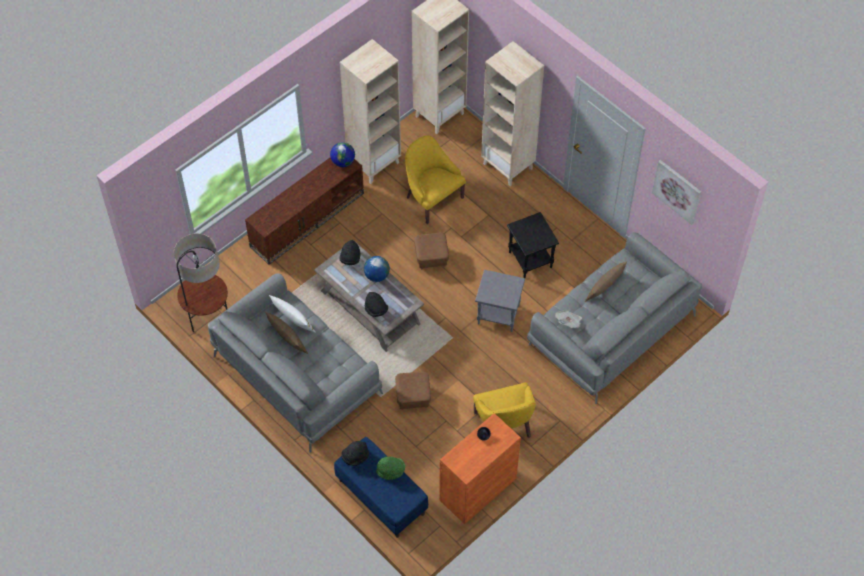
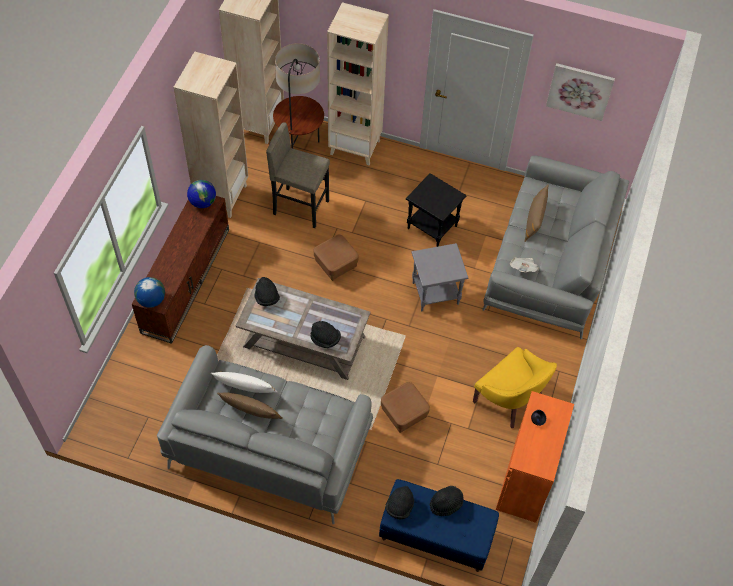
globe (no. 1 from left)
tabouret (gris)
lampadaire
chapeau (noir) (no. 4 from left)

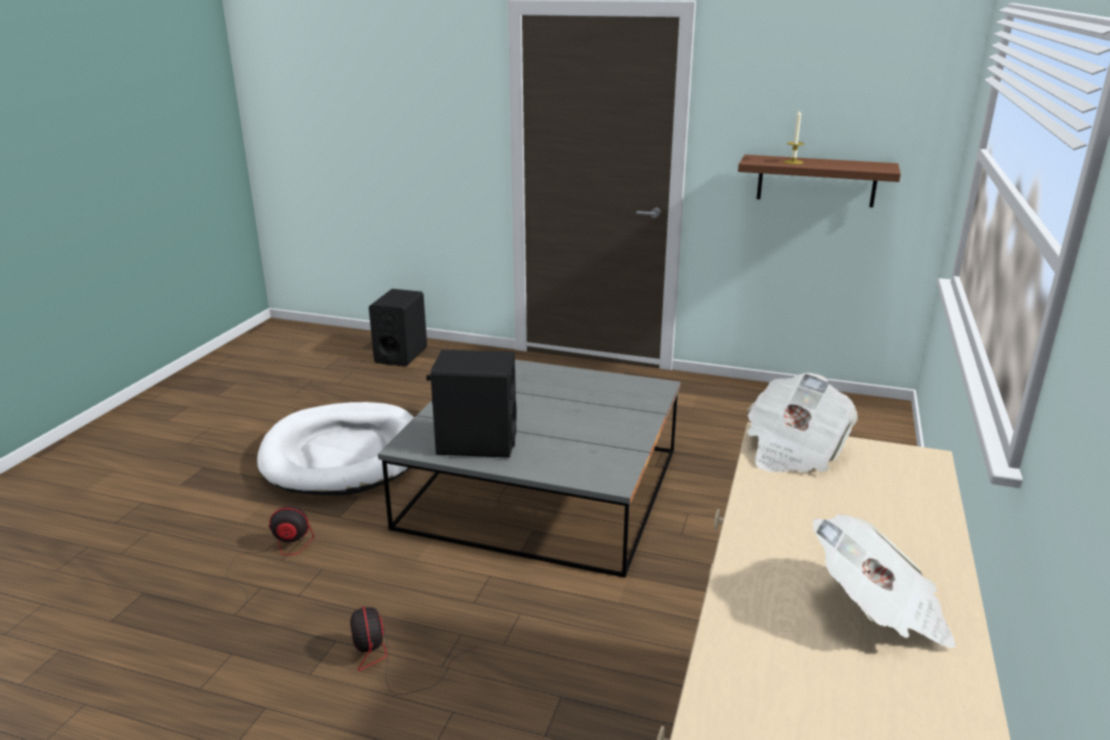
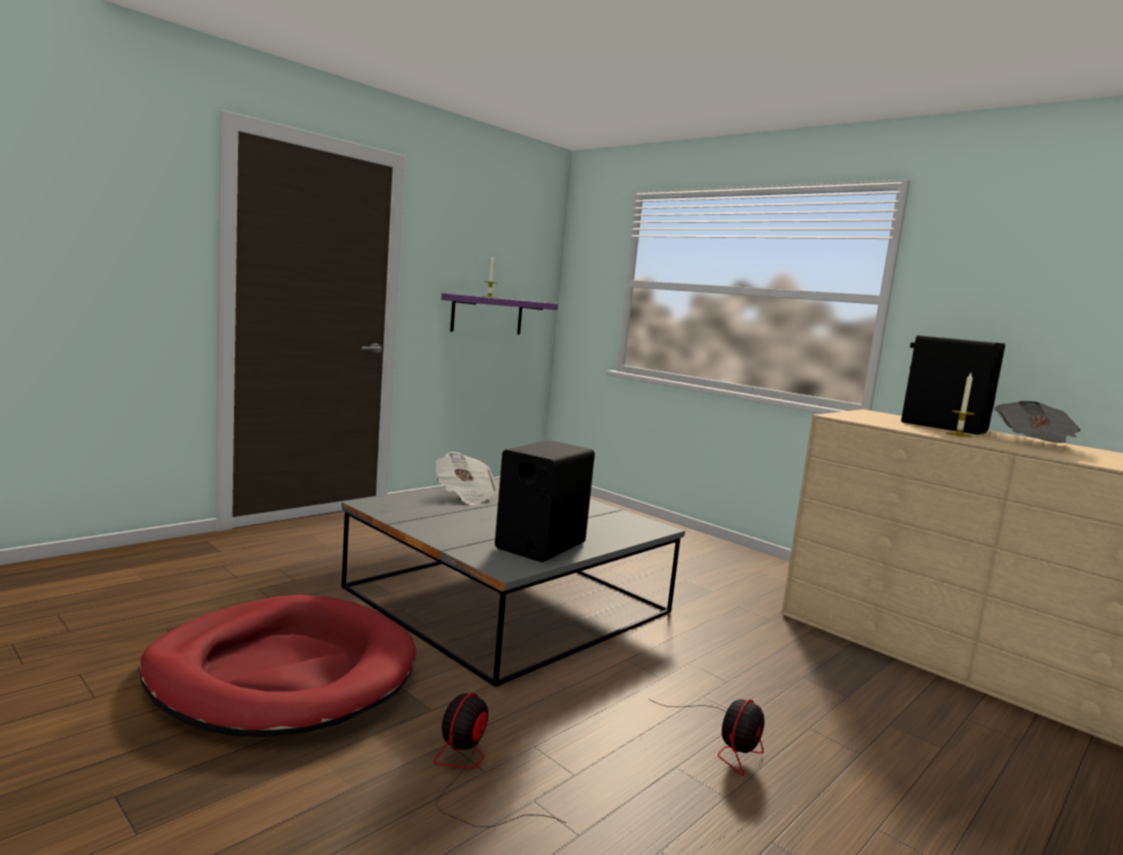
panier pour chien (rouge)
journal (no. 1 from left)
étagère (violet)
ventilateur (no. 2 from left)
enceinte (noir) (no. 2 from left)
bougie (no. 2 from left)

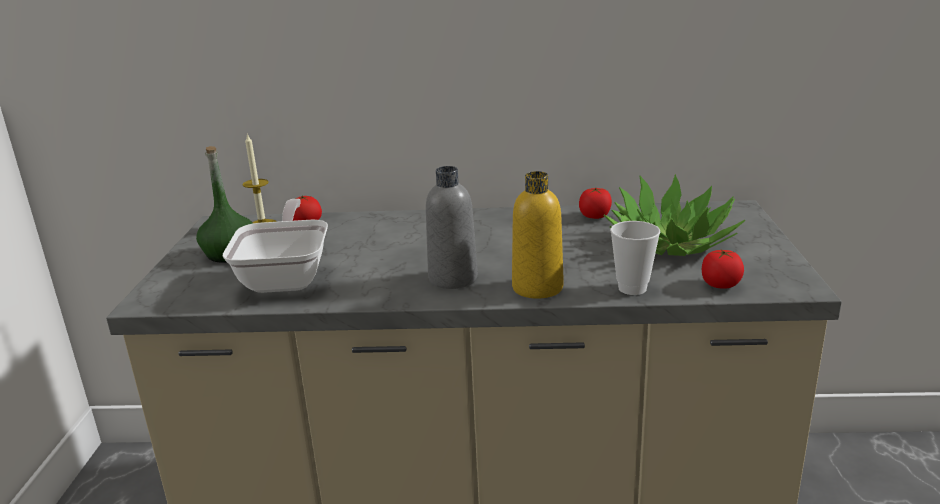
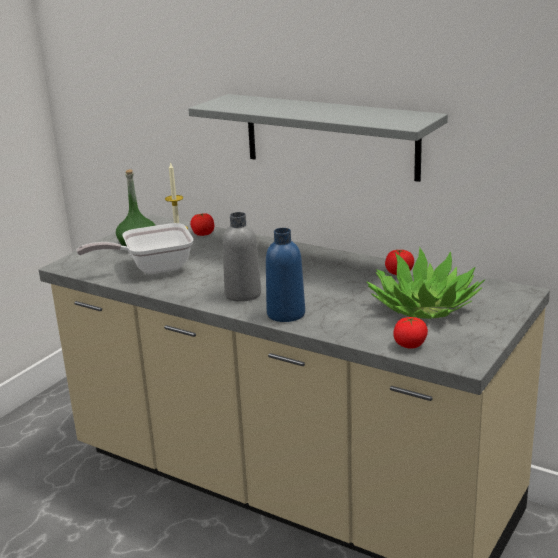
poêle
étagère (gris)
bouteille (bleu)
tasse

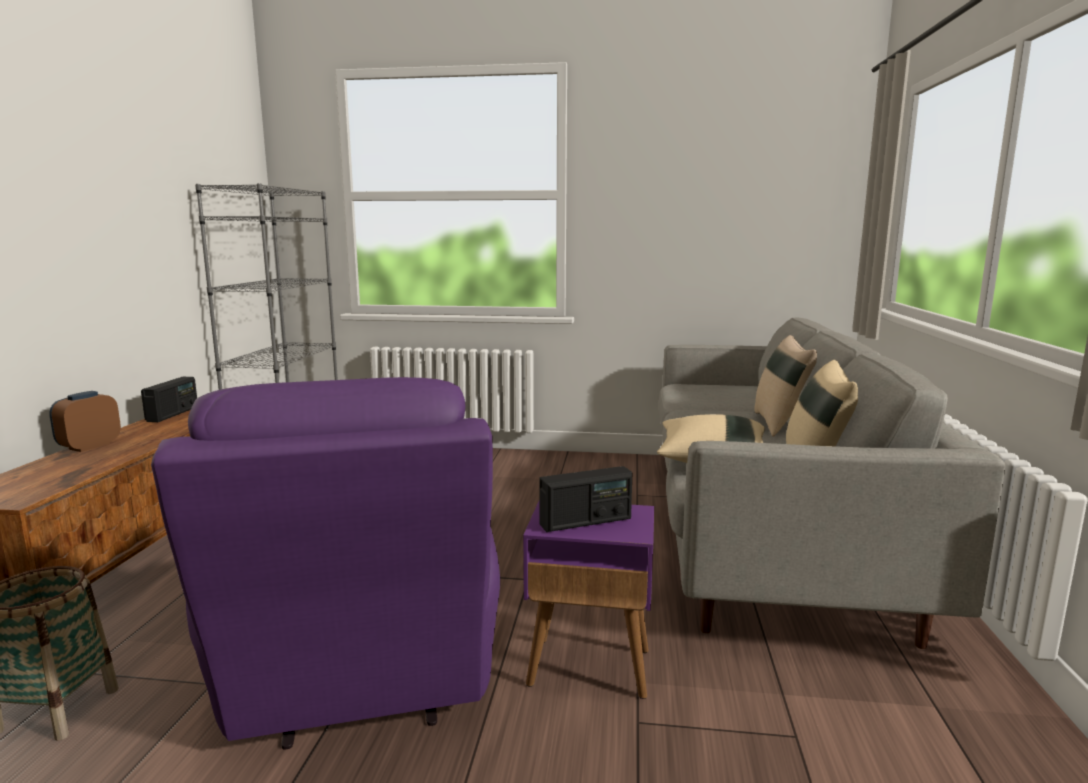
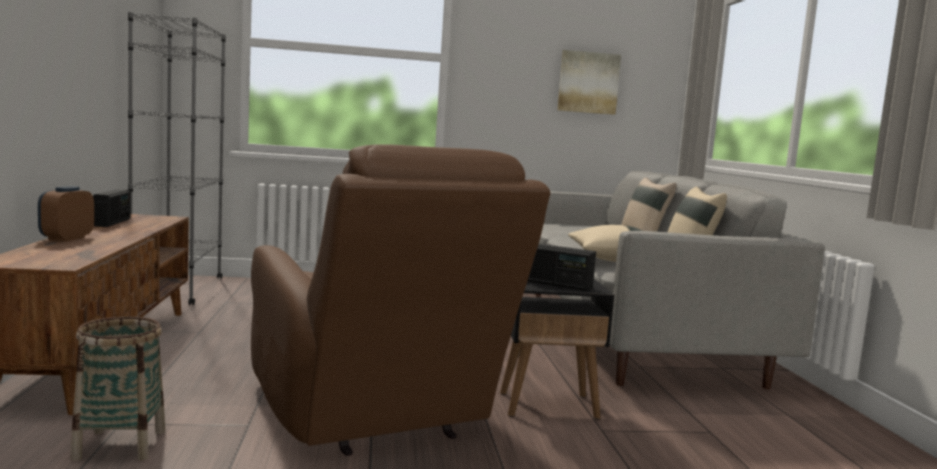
fauteuil (marron)
table d'appoint (noir)
radio (no. 2 from left)
tableau

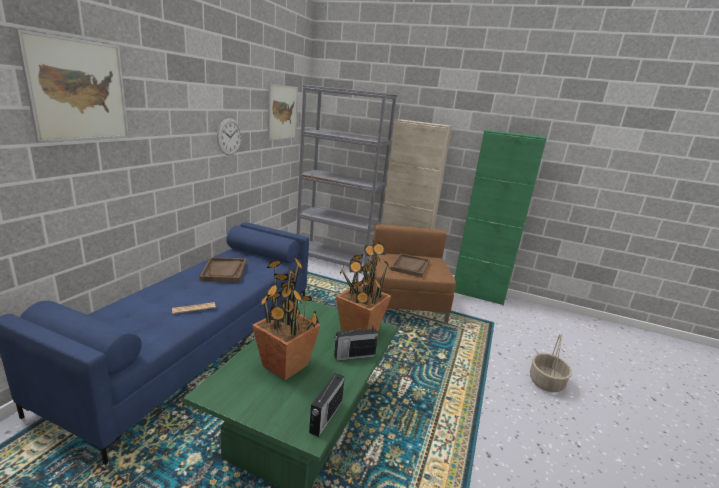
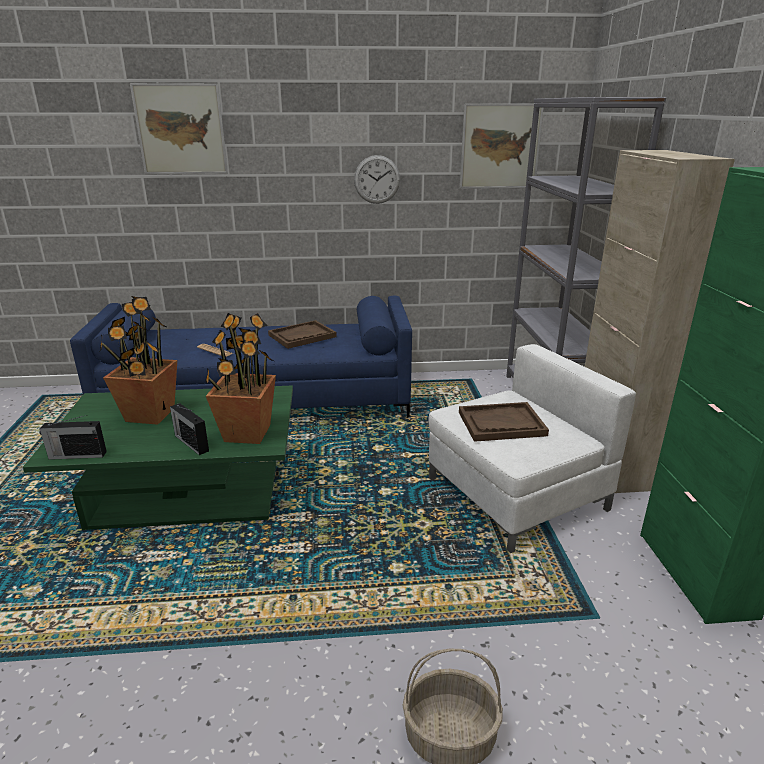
fauteuil (blanc)

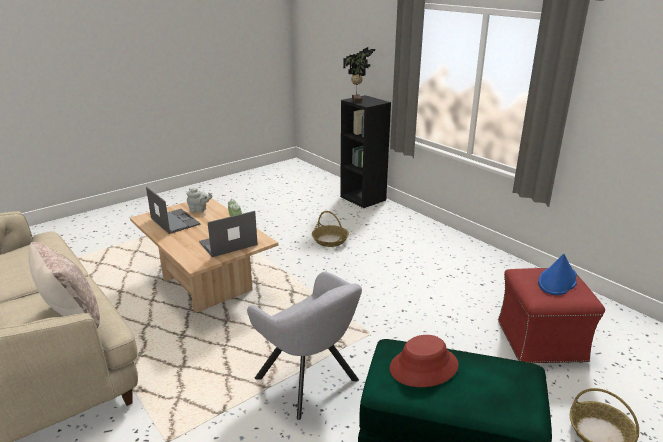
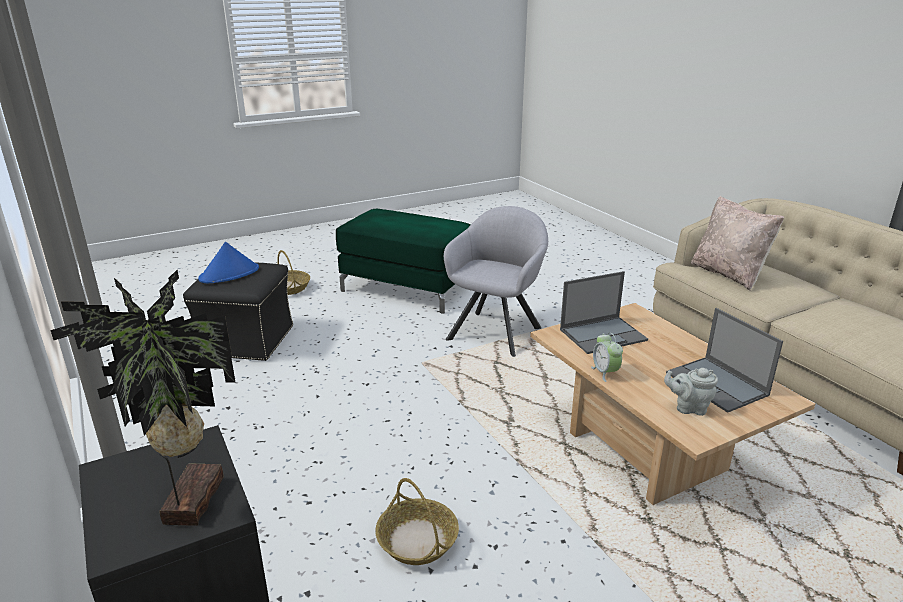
pouf (noir)
fauteuil (gris)
chapeau (rouge)

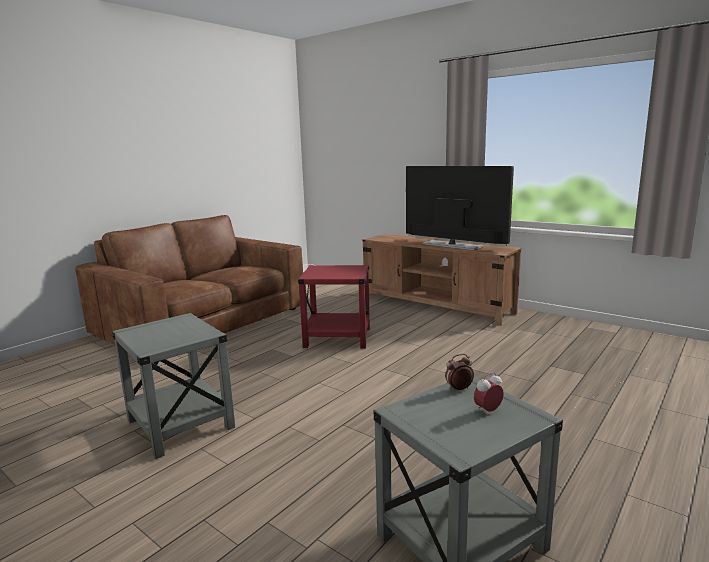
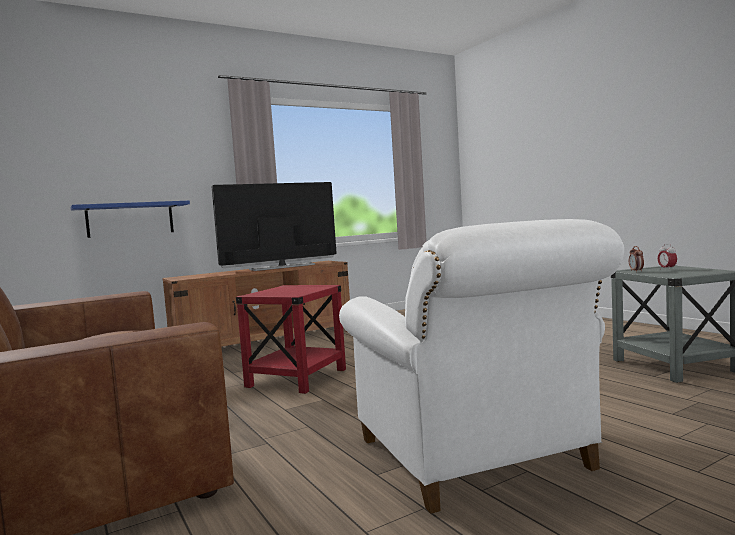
étagère (bleu)
fauteuil (blanc)

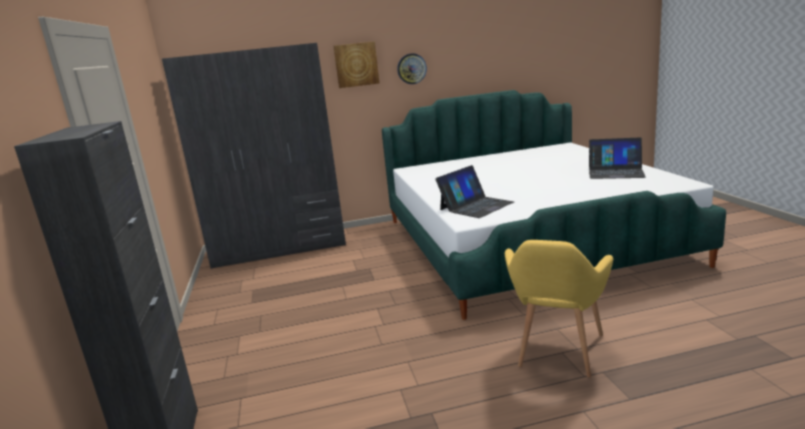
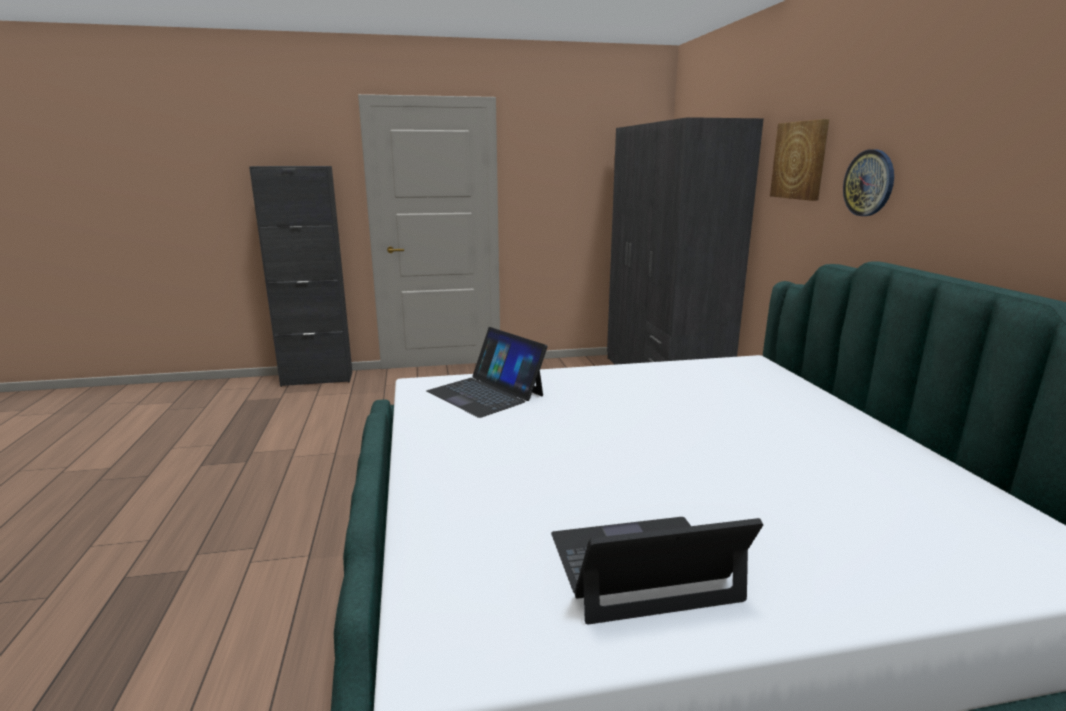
ordinateur portable (no. 2 from left)
fauteuil (jaune)

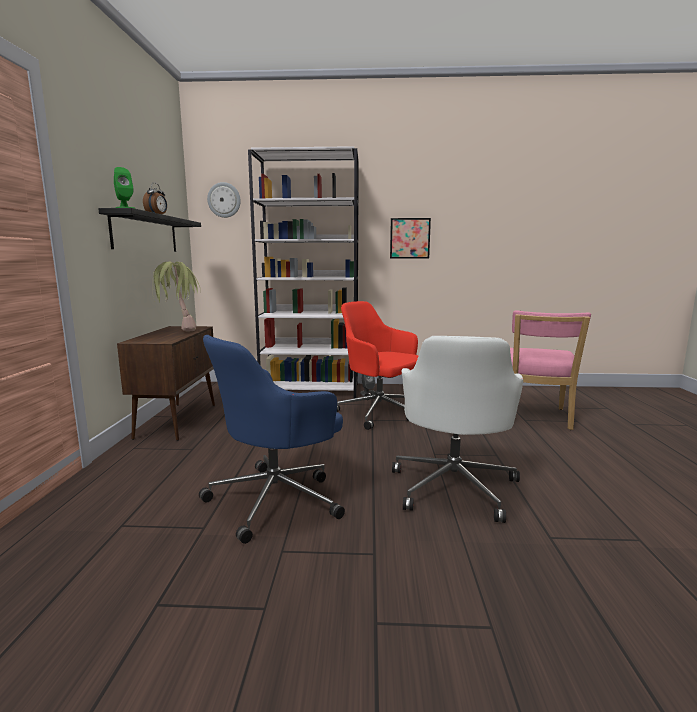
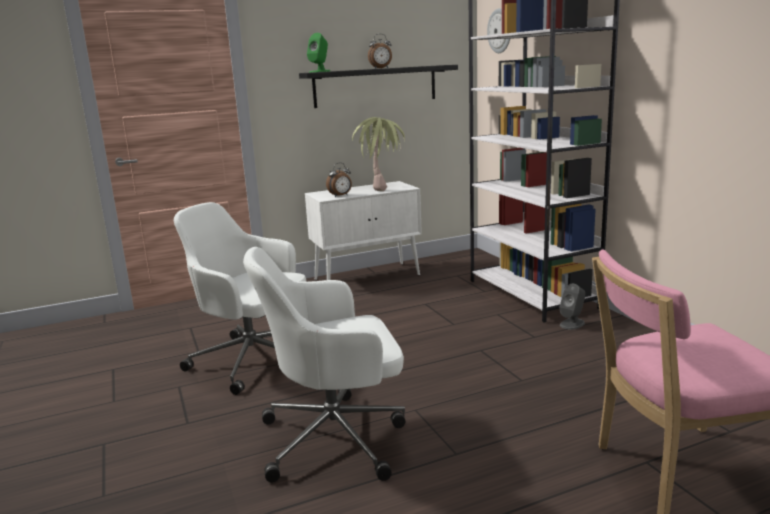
chaise de bureau (blanc) (no. 1 from left)
meuble de rangement (blanc)
réveil (no. 1 from left)
chaise de bureau (rouge)
tableau

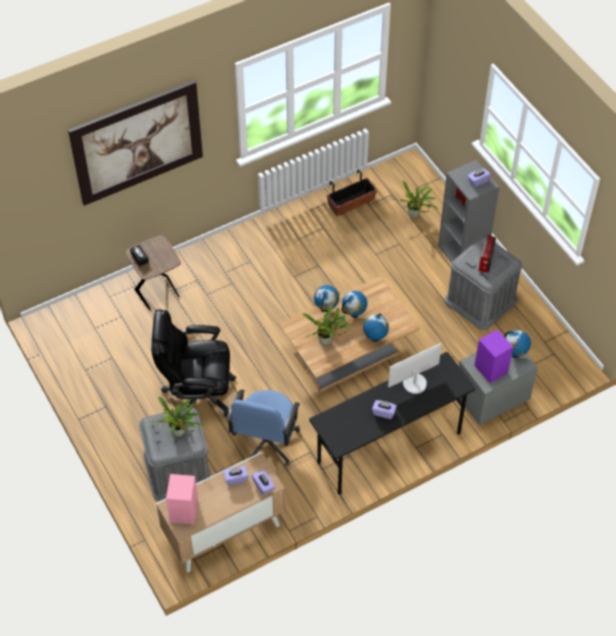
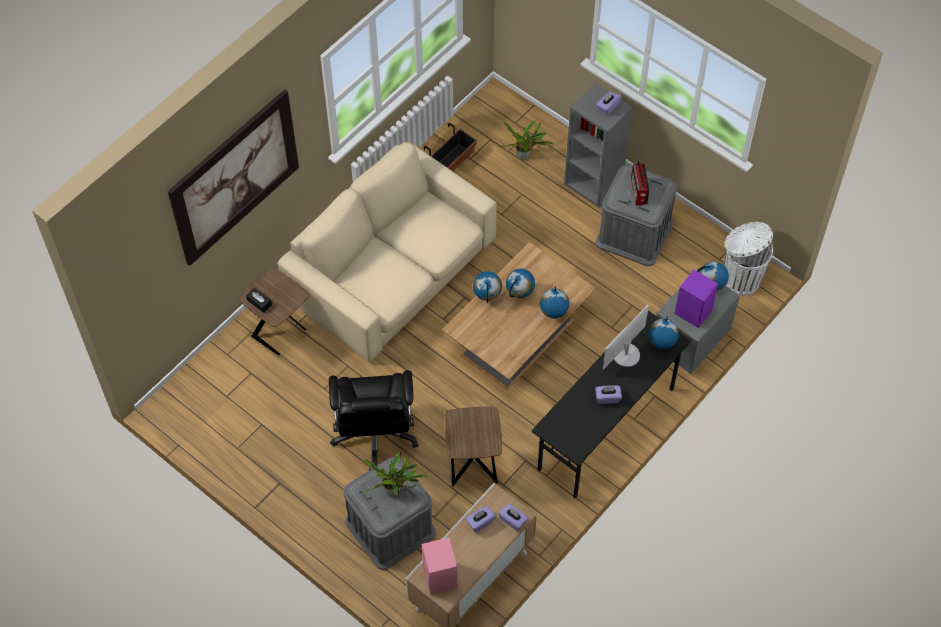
canapé (beige)
chaise de bureau (noir)
table d'appoint (marron) (no. 2 from left)
globe (no. 4 from left)
poubelle (blanc)
plante en pot (no. 2 from left in the first image)

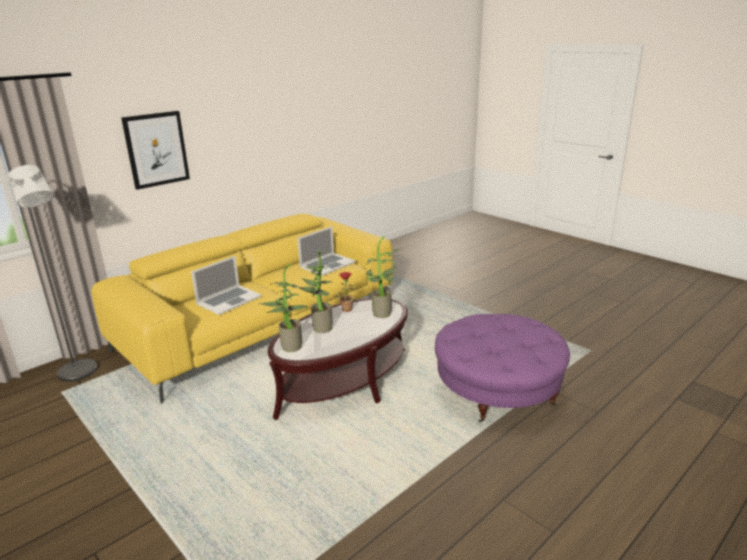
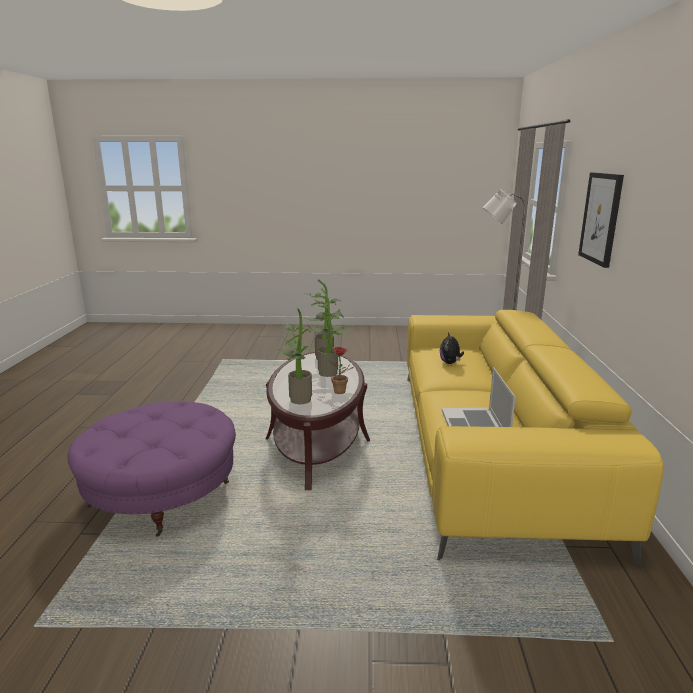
peluche

